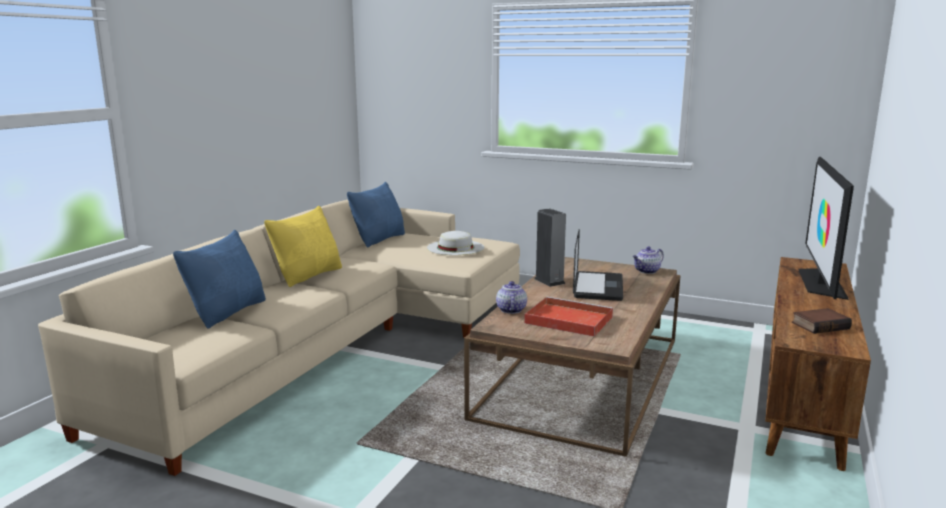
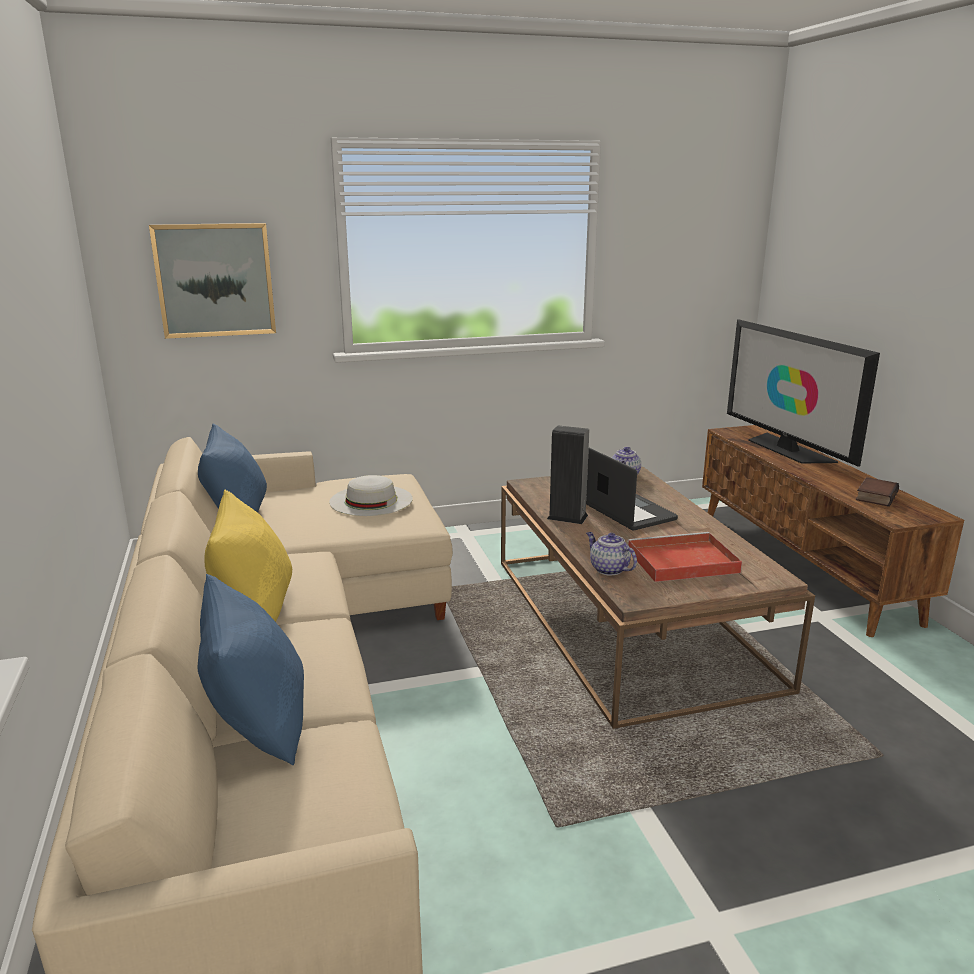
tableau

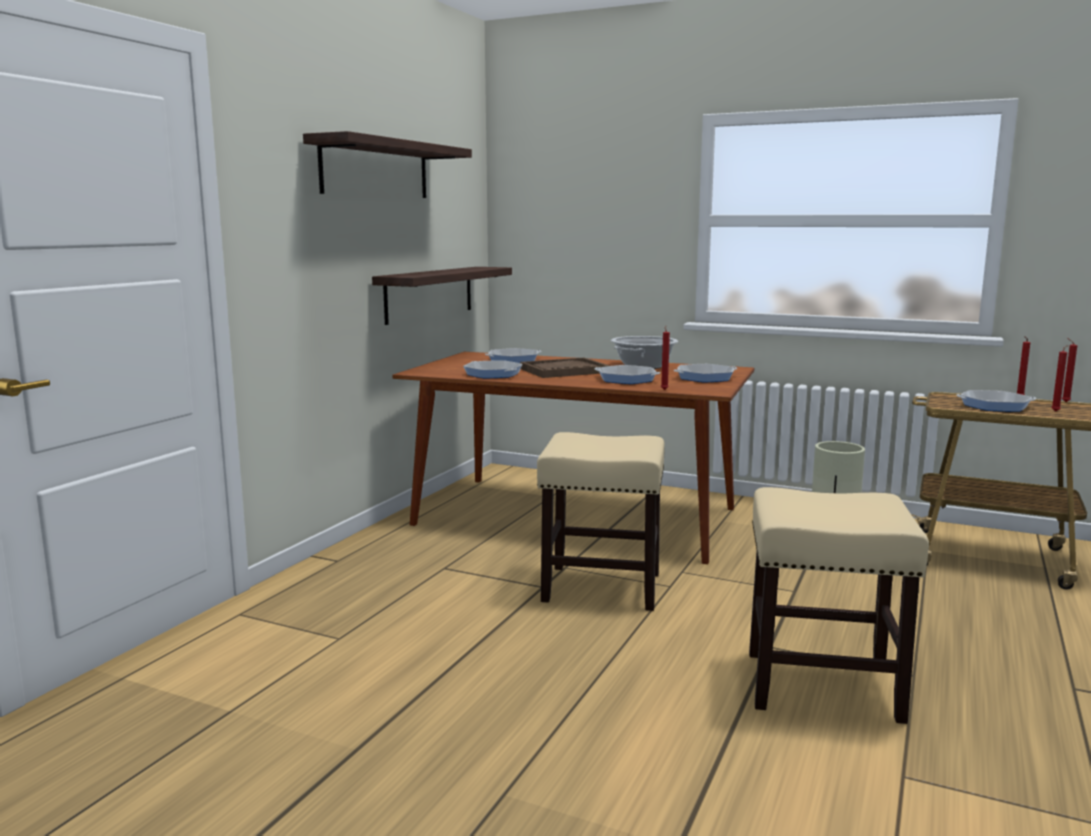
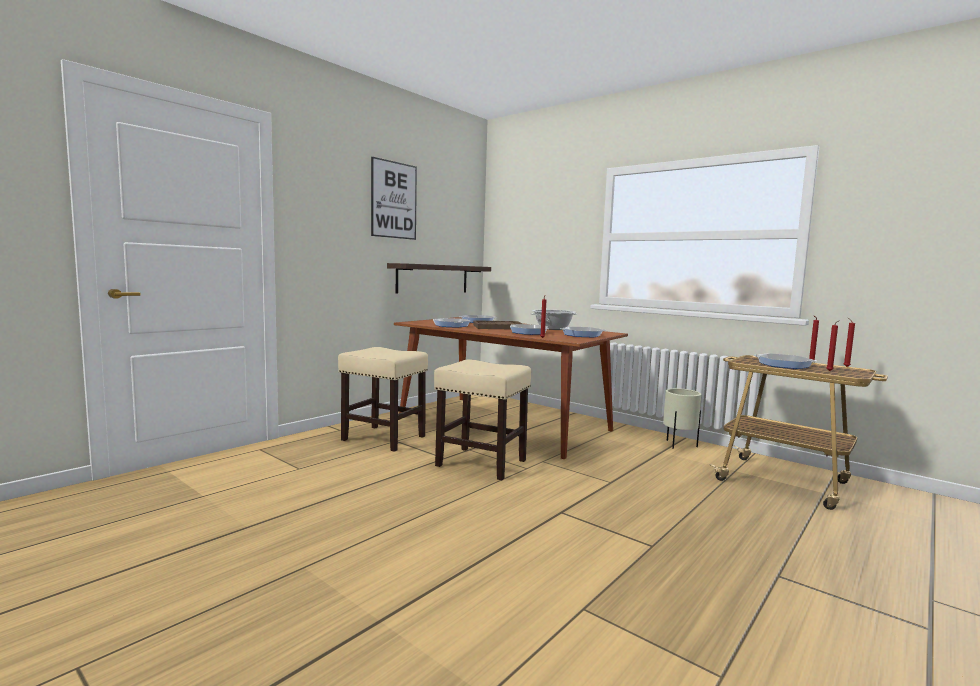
tabouret (beige) (no. 1 from left)
tableau

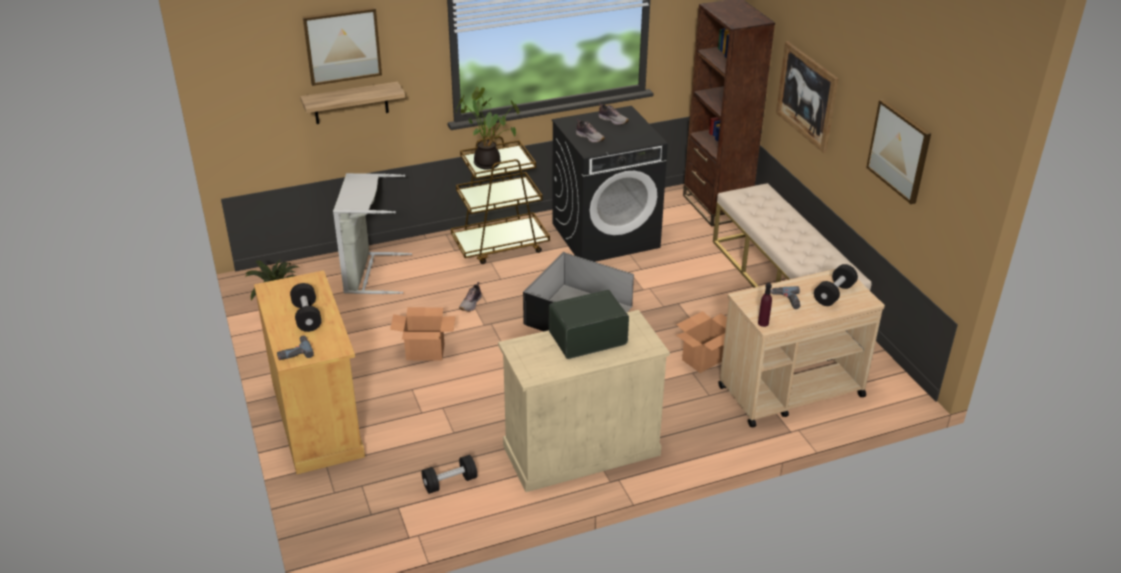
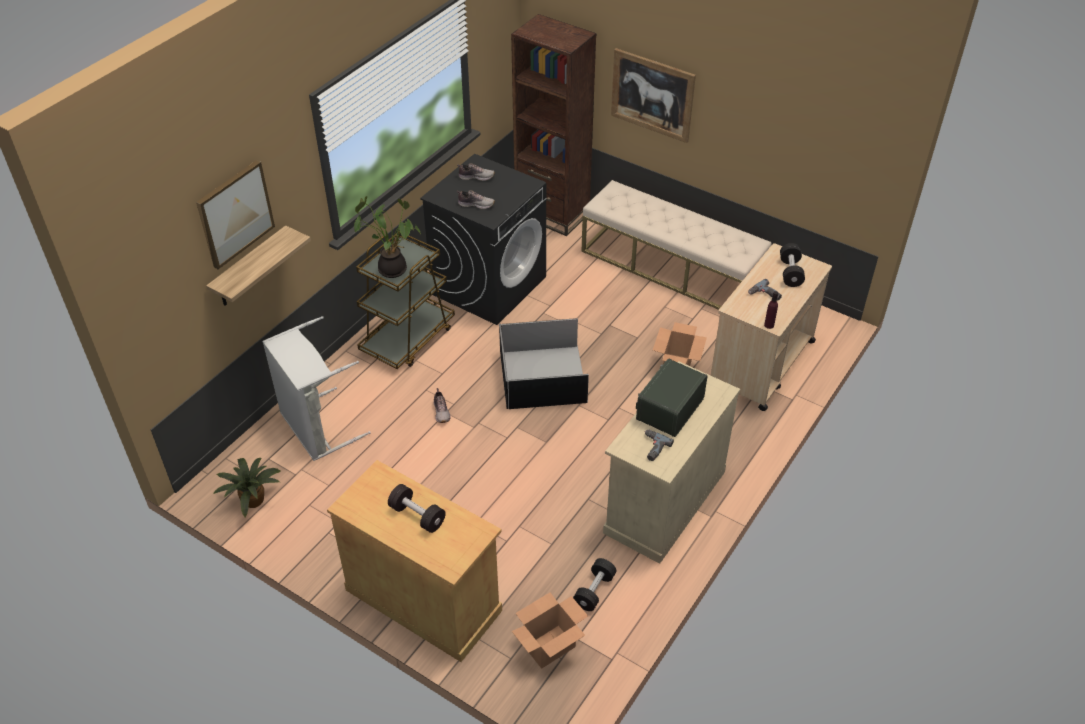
carton (no. 1 from left)
perceuse (no. 1 from left)
tableau (no. 3 from left in the first image)

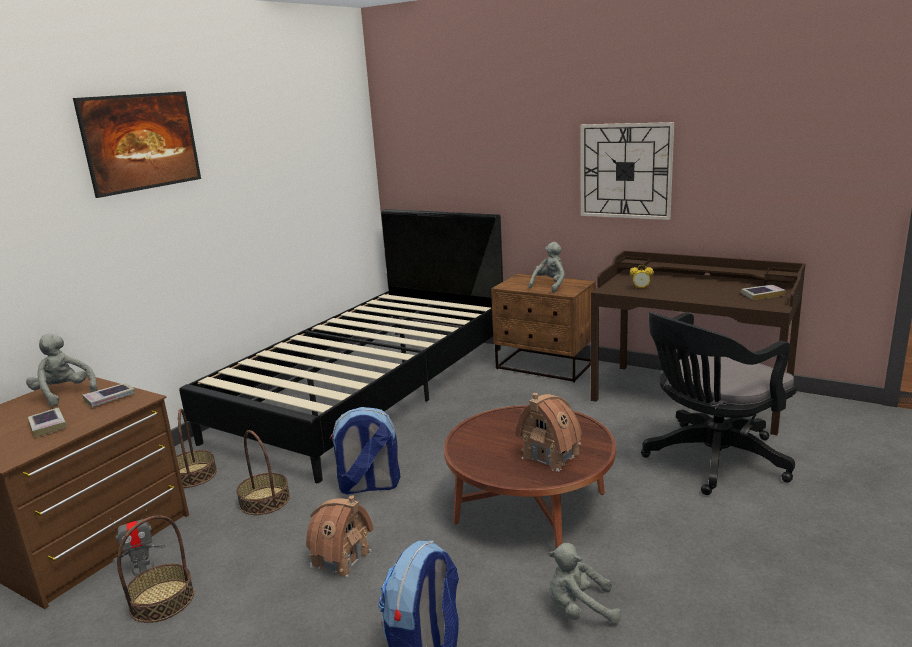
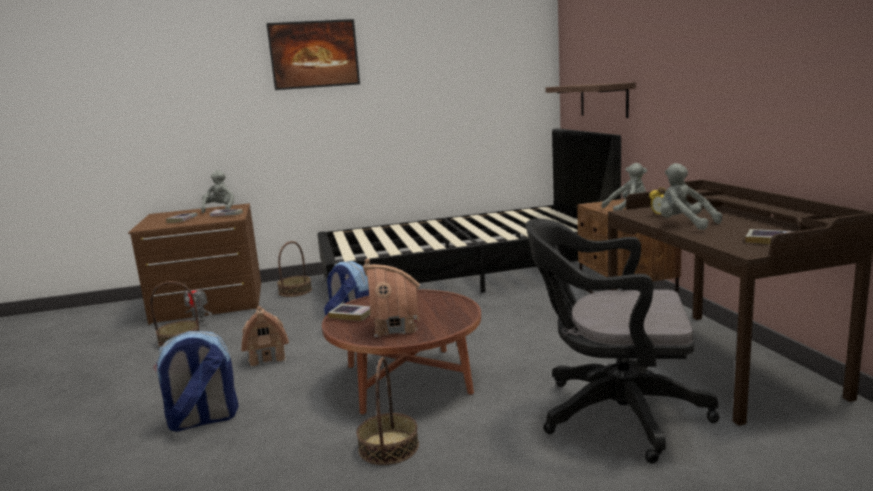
livre (no. 3 from left)
panier (no. 3 from left)
étagère
peluche (gris) (no. 3 from left)
horloge murale

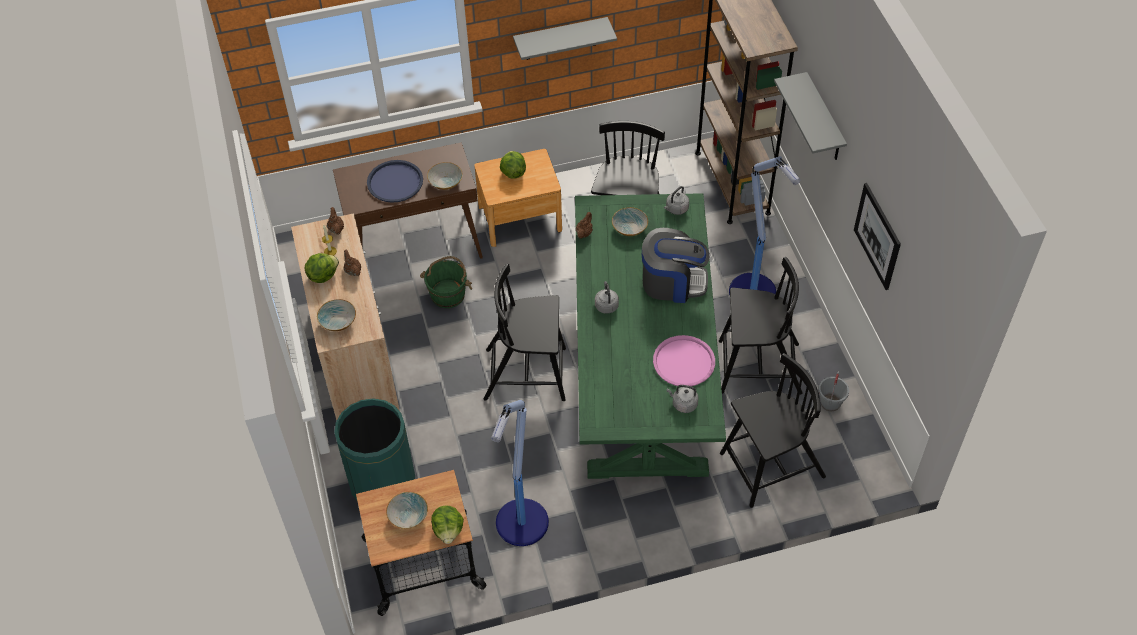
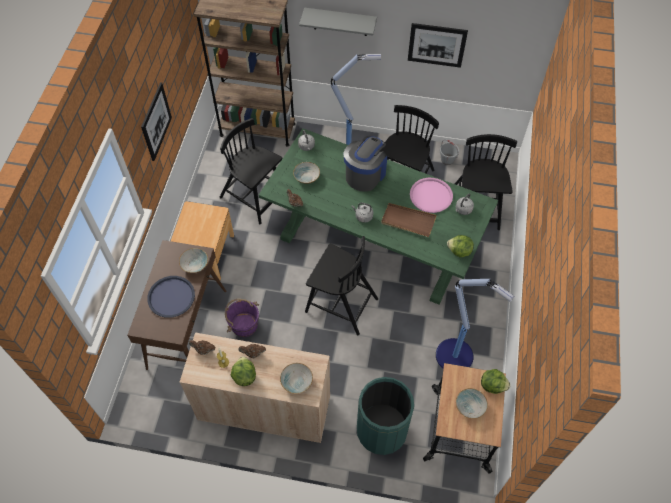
tableau (no. 1 from left)
seau (violet)
chaise (noir) (no. 2 from left)
plateau (marron)
laitue (no. 2 from left)

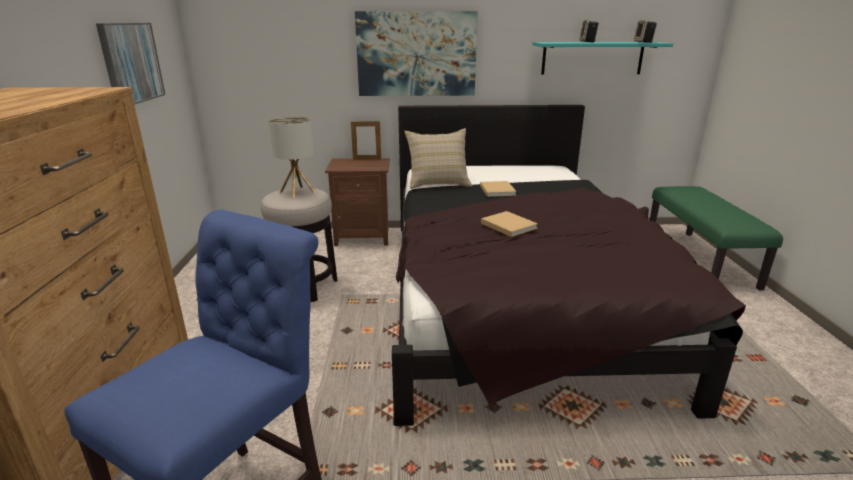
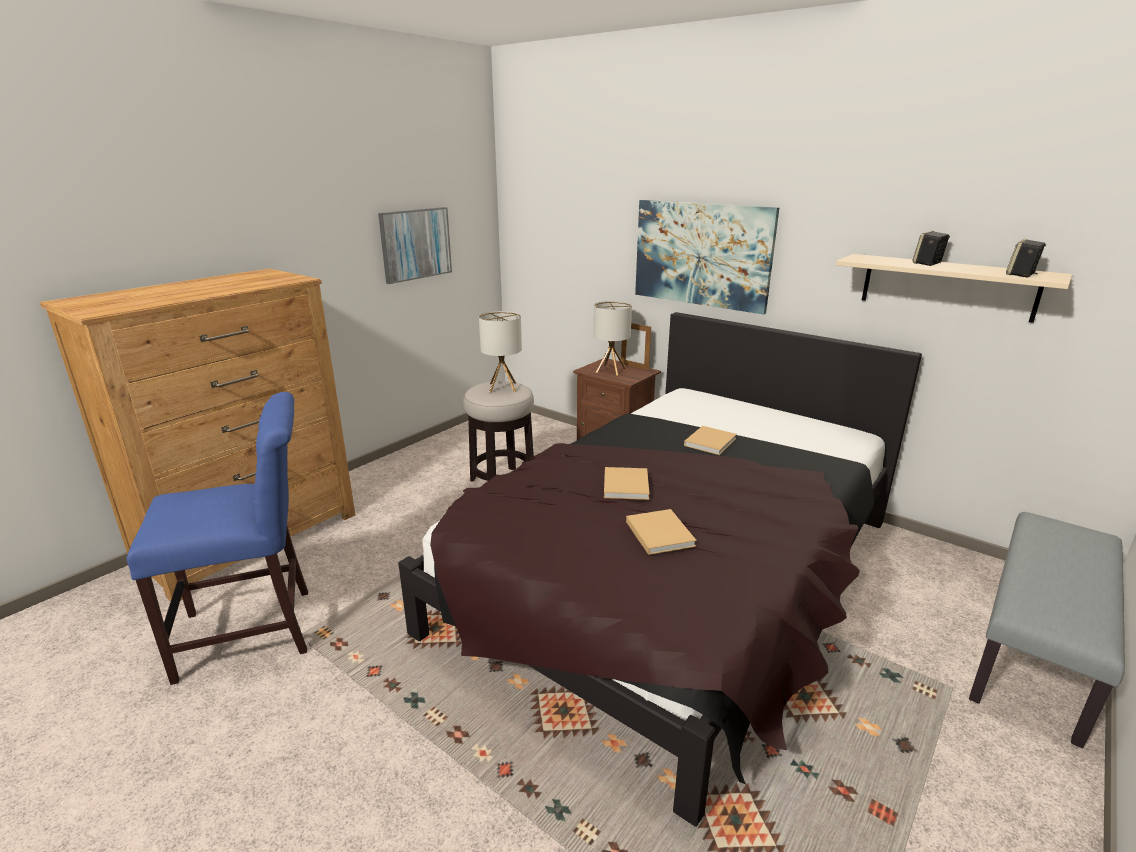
lampe de table (no. 2 from left)
livre (beige) (no. 2 from left)
étagère (beige)
banc (gris)
coussin (beige)

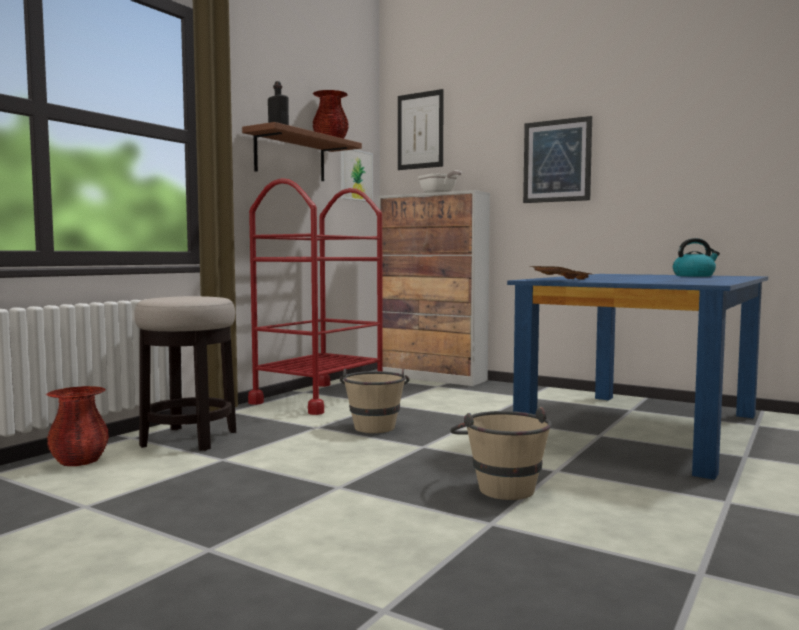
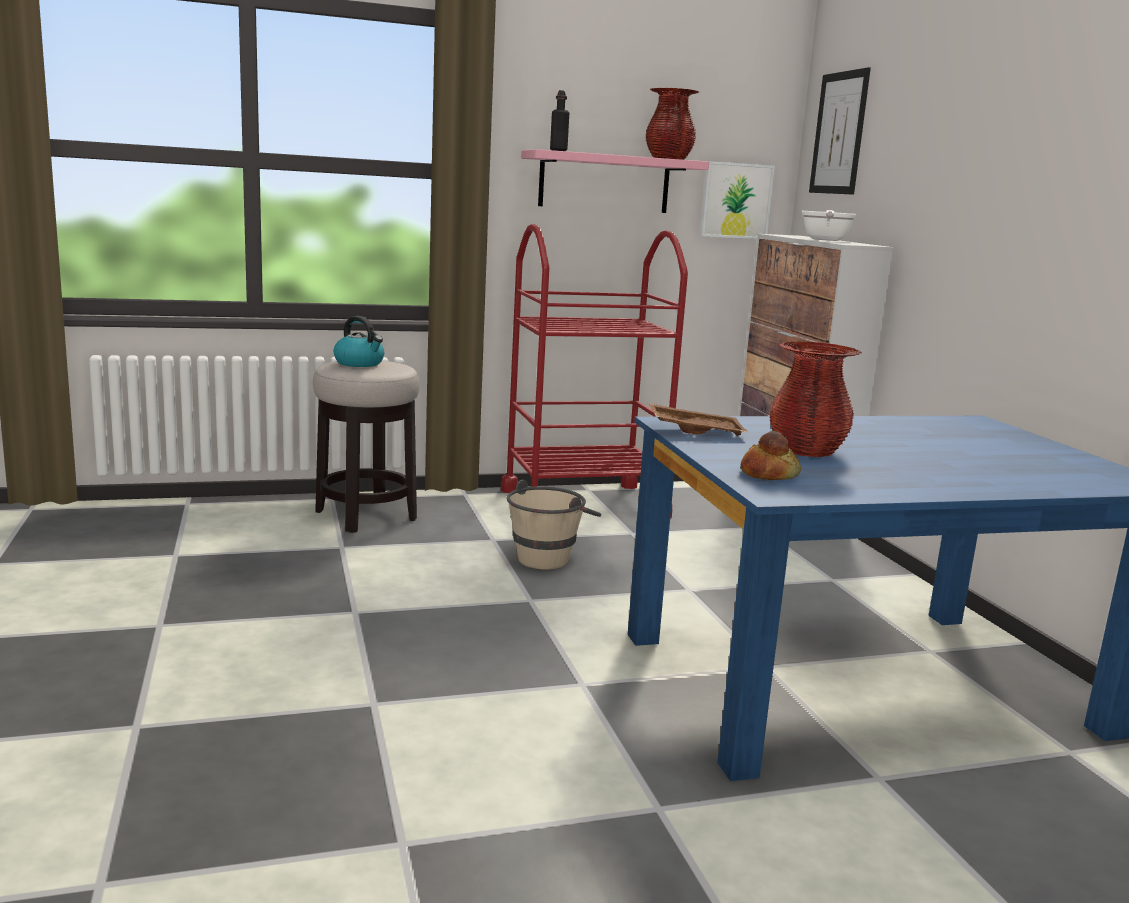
bouilloire
étagère (rose)
pain
vase (rouge) (no. 2 from left)
seau (beige) (no. 2 from left in the first image)
tableau (no. 3 from left in the first image)

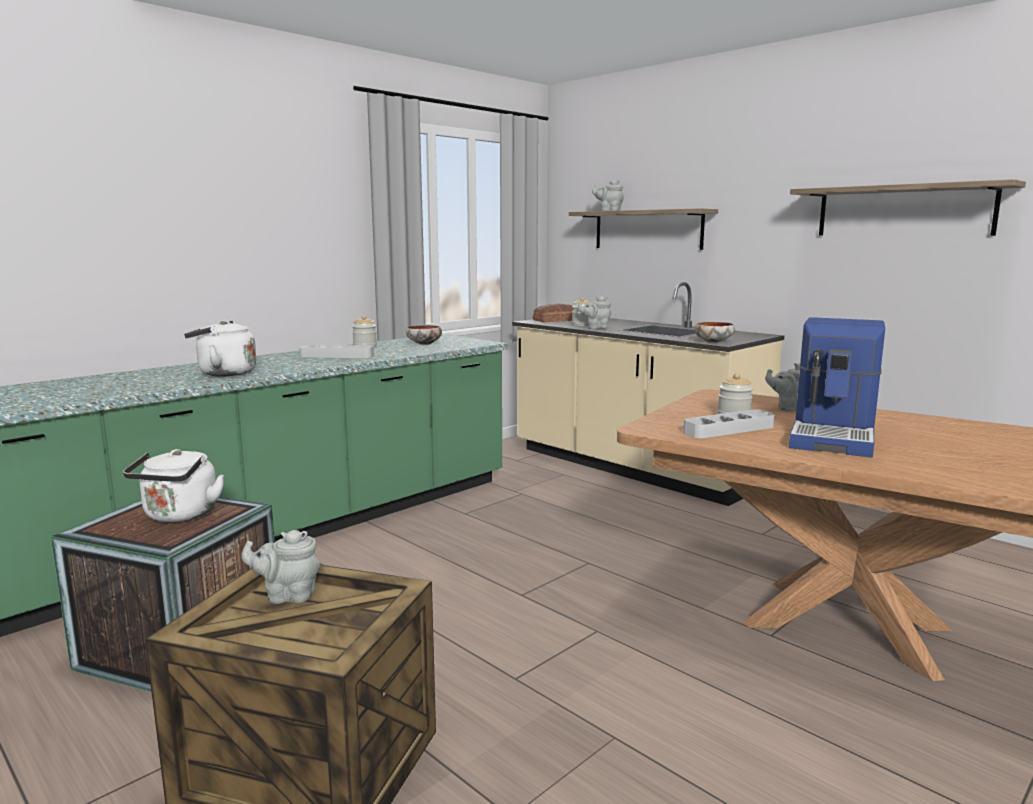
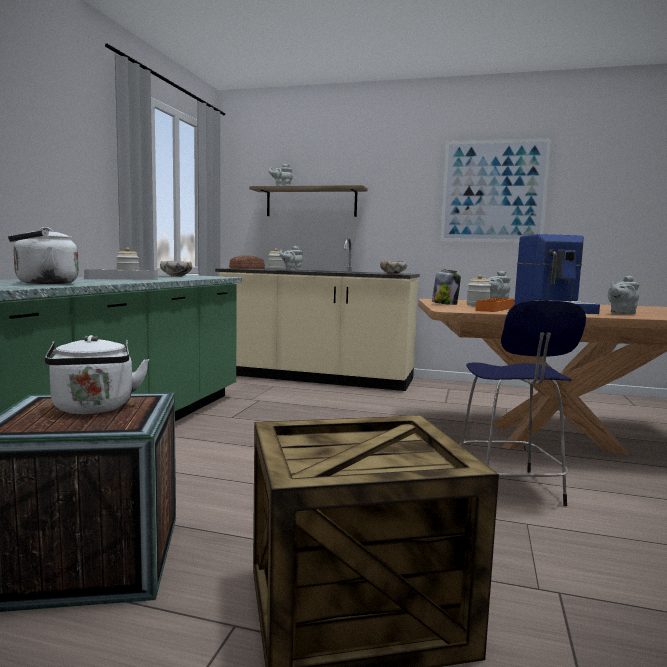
bocal (no. 3 from left)
tableau
tabouret (bleu)
plateau (orange)
théière (gris) (no. 4 from left)

